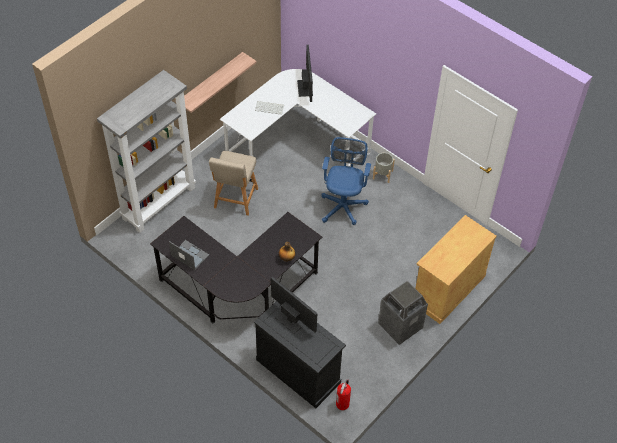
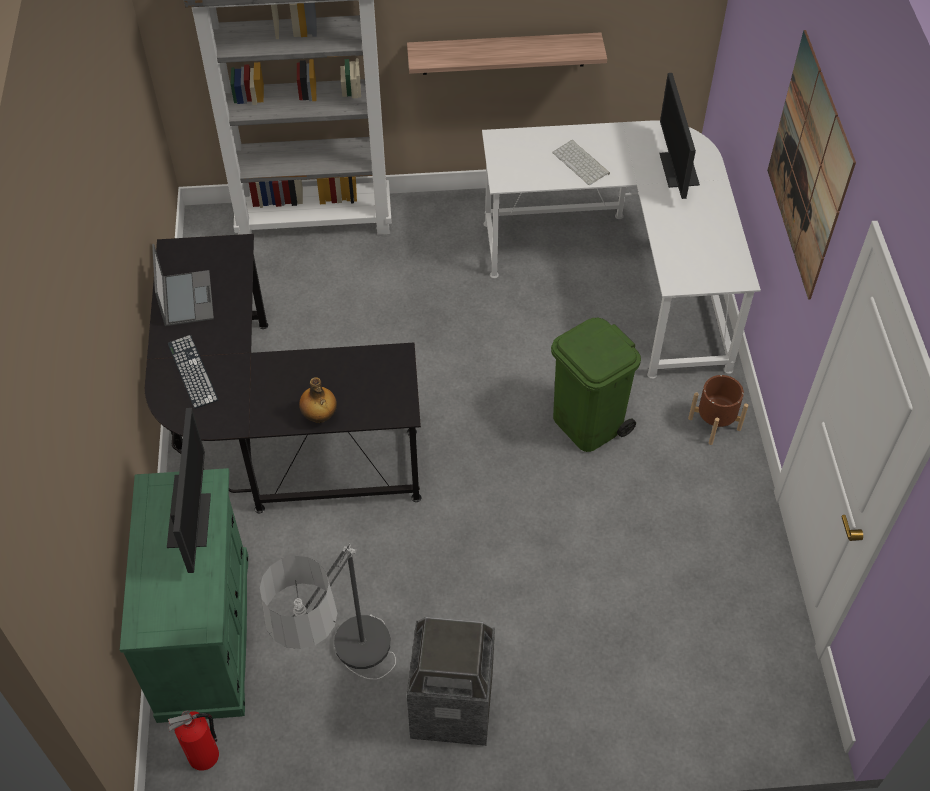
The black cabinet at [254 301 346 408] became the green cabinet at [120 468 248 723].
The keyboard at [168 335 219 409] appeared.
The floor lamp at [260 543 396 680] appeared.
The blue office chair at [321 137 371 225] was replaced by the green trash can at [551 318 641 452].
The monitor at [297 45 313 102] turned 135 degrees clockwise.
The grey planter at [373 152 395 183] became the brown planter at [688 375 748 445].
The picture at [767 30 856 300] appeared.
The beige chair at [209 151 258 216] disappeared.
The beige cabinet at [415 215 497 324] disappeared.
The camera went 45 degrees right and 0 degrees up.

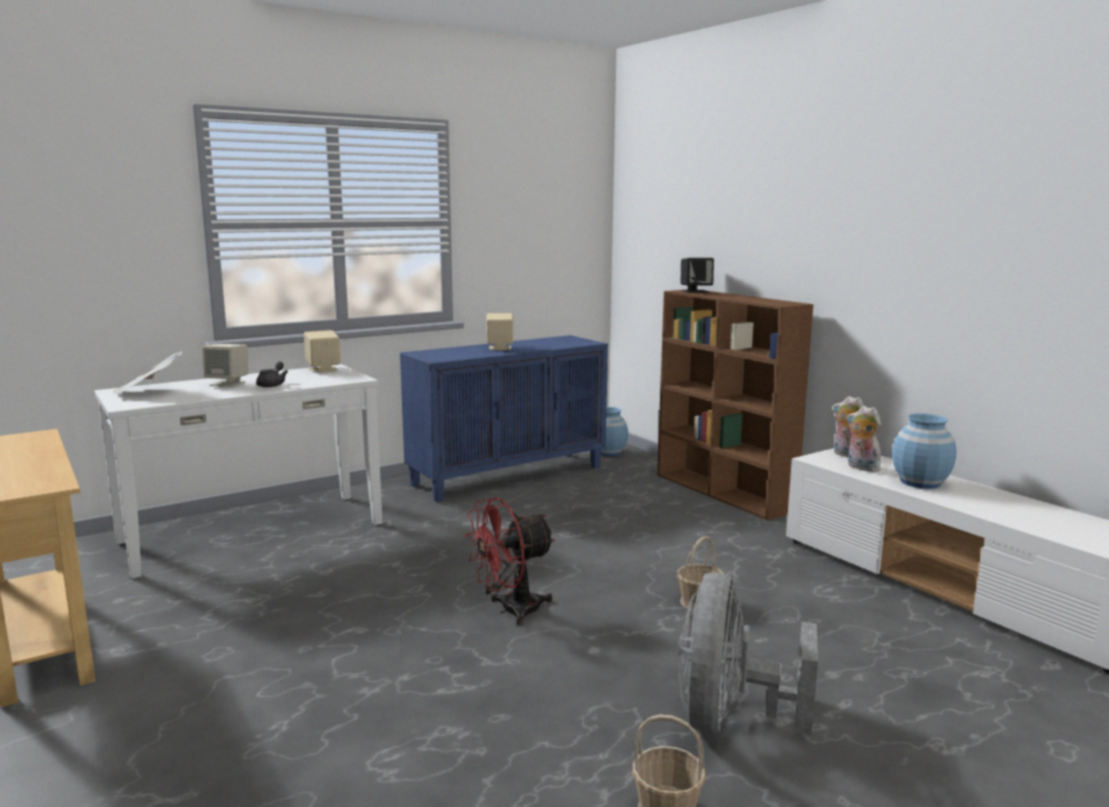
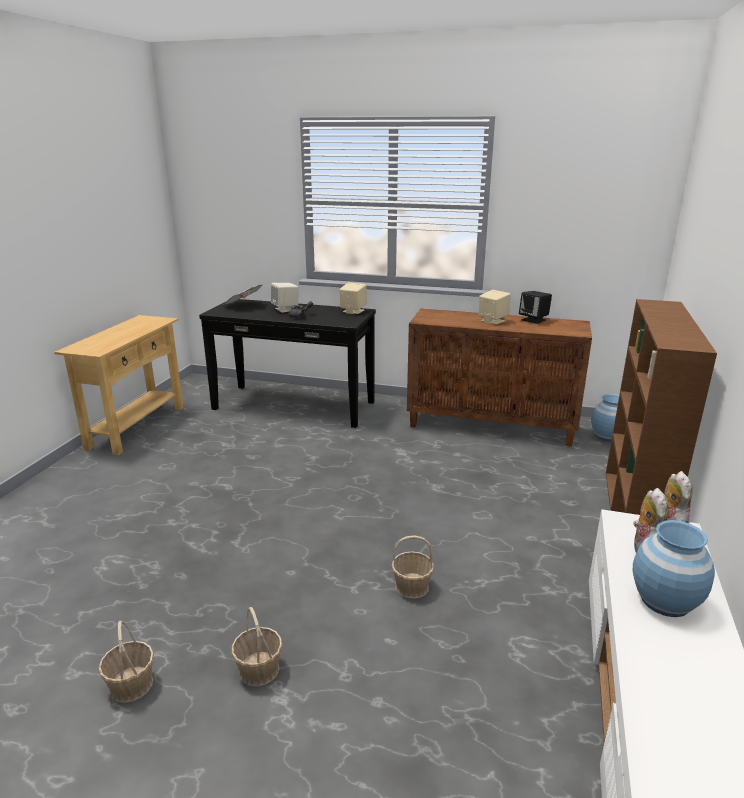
The white console table at [95 364 382 578] became the black console table at [199 299 376 428].
The grey fan at [679 573 818 735] was replaced by the basket at [231 607 282 687].
The blue cabinet at [400 335 608 503] became the brown cabinet at [407 309 592 447].
The black speaker moved from [681 258 714 293] to [519 291 552 324].
The red fan at [465 497 555 626] disappeared.
The camera went 50 degrees right and 10 degrees up.

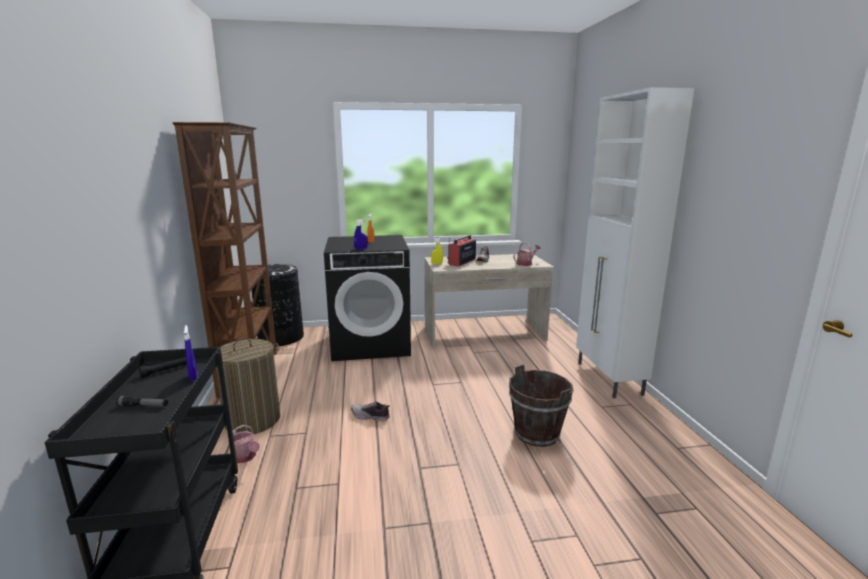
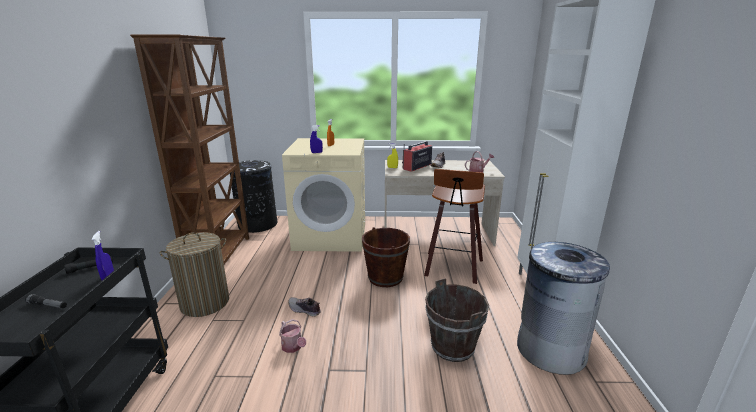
The watering can moved from [228 425 260 463] to [279 319 306 353].
The black washing machine at [324 235 411 361] became the beige washing machine at [282 138 365 252].
The brown bucket at [362 227 410 287] appeared.
The stool at [424 169 485 284] appeared.
The grey trash can at [517 242 610 375] appeared.
The camera went 10 degrees right and 5 degrees up.

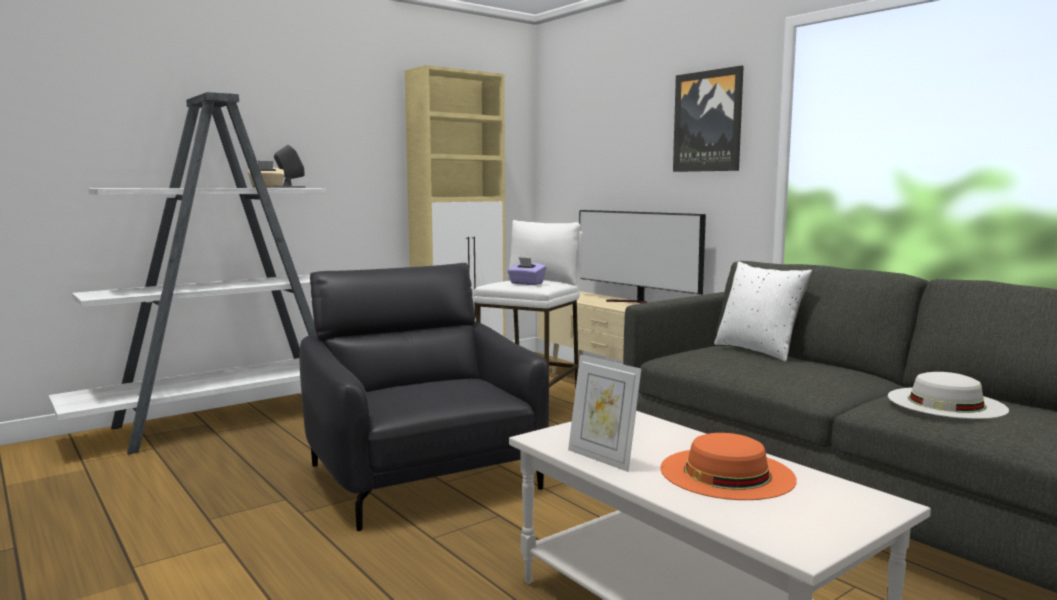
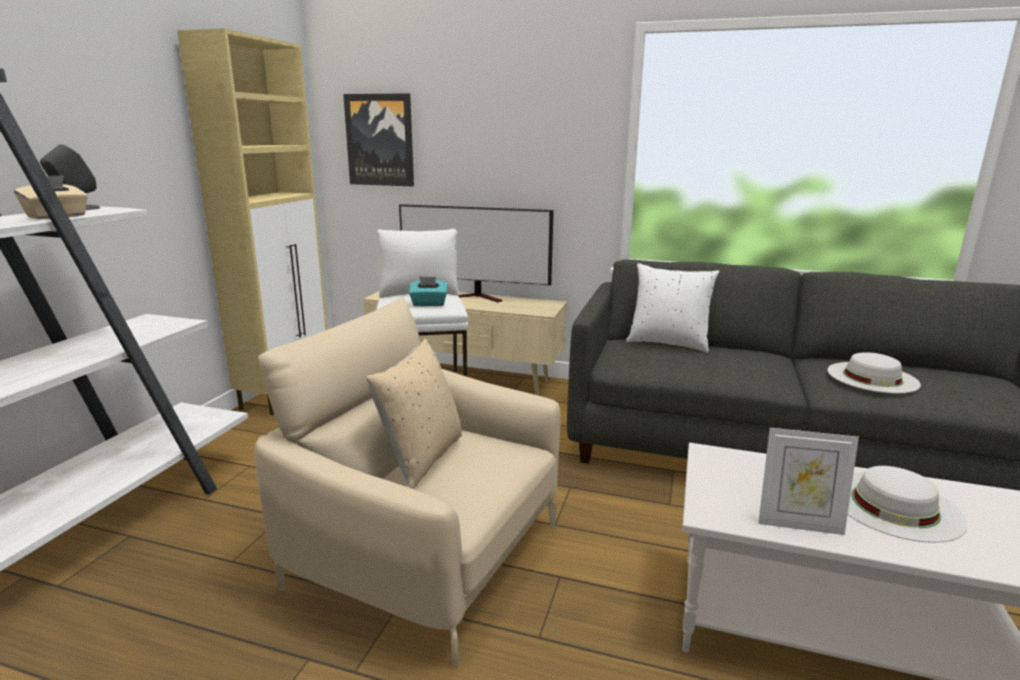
The black armchair at [299 263 549 531] became the beige armchair at [255 298 561 667].
The picture moved from [673 65 744 172] to [343 93 414 186].
The beige pillow at [366 339 462 489] appeared.
The purple tissue box at [508 257 546 285] became the turquoise tissue box at [409 276 448 306].
The orange hat at [660 433 797 500] became the white hat at [848 466 968 543].
The camera went 35 degrees left and 10 degrees up.

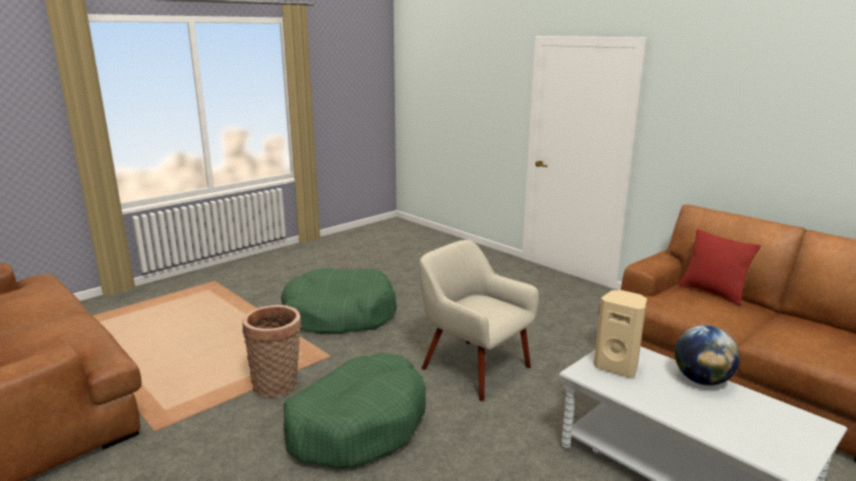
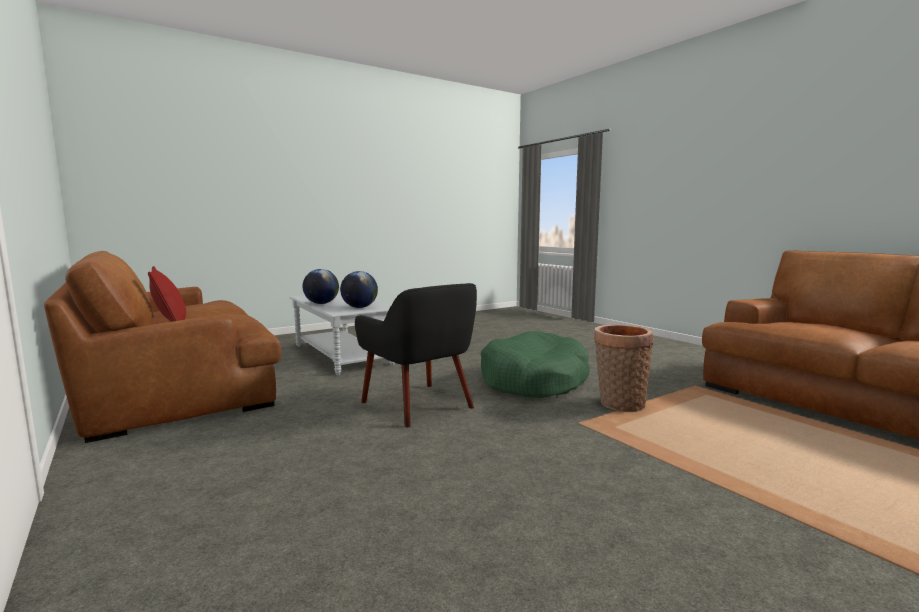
The beige speaker at [594 290 647 378] was replaced by the globe at [340 271 378 308].
The beige armchair at [419 240 539 401] became the black armchair at [355 283 477 427].
The green dog bed at [281 268 397 334] disappeared.
The camera went 170 degrees left and 10 degrees down.

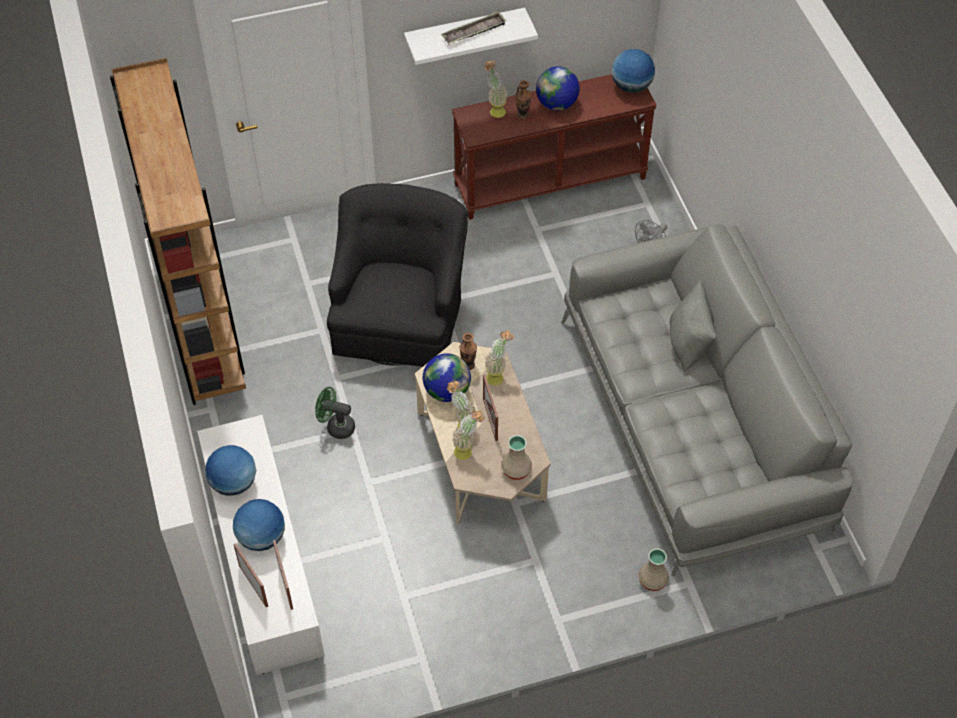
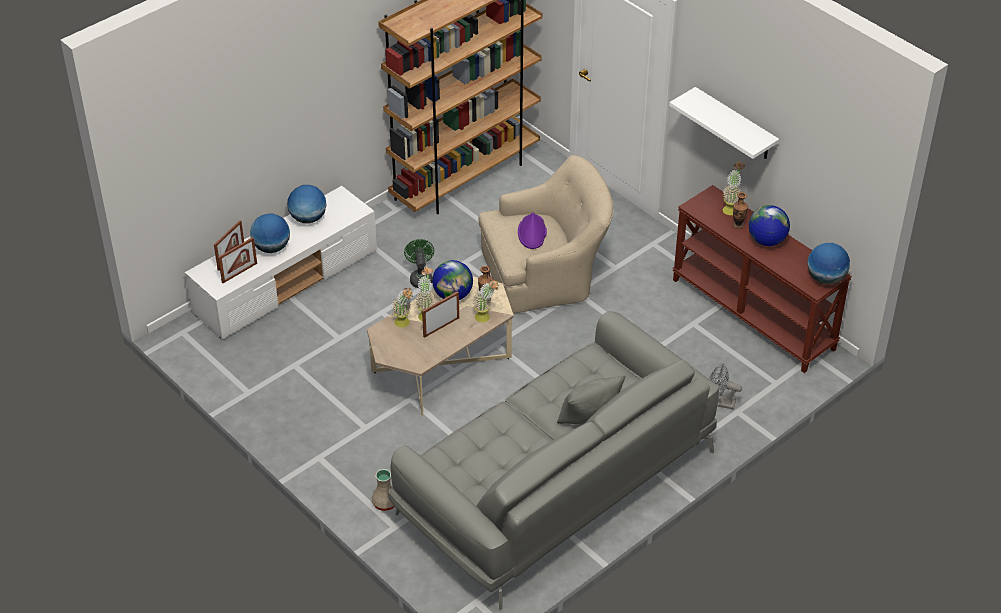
The black armchair at [327 183 468 367] became the beige armchair at [479 155 614 314].
The purple hat at [518 212 547 249] appeared.
The tray at [441 11 507 45] disappeared.
The beige vase at [501 435 532 480] disappeared.
The camera went 65 degrees right and 10 degrees down.

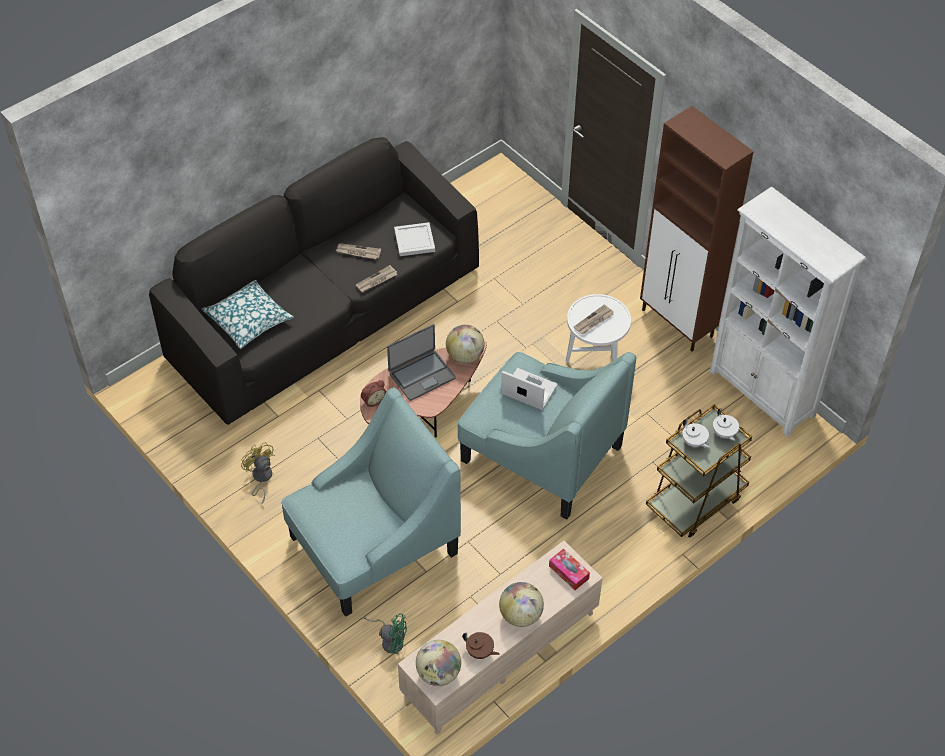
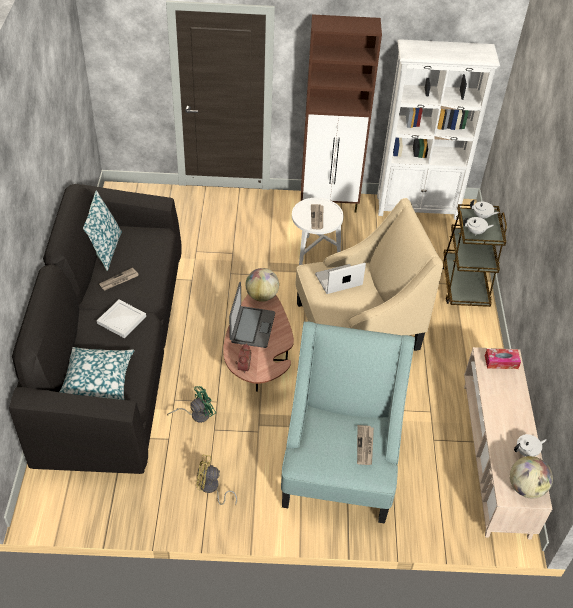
The pillow at [83 190 122 271] appeared.
The white tray moved from [394 222 435 256] to [97 300 146 338].
The green fan moved from [364 613 407 654] to [167 386 216 423].
The turquoise armchair at [458 352 636 520] became the beige armchair at [295 198 443 351].
The newspaper moved from [356 265 398 292] to [357 425 374 465].
The brown teapot at [462 632 500 659] became the white teapot at [514 434 547 457].
The globe at [499 582 544 627] disappeared.
The camera went 50 degrees left and 5 degrees down.

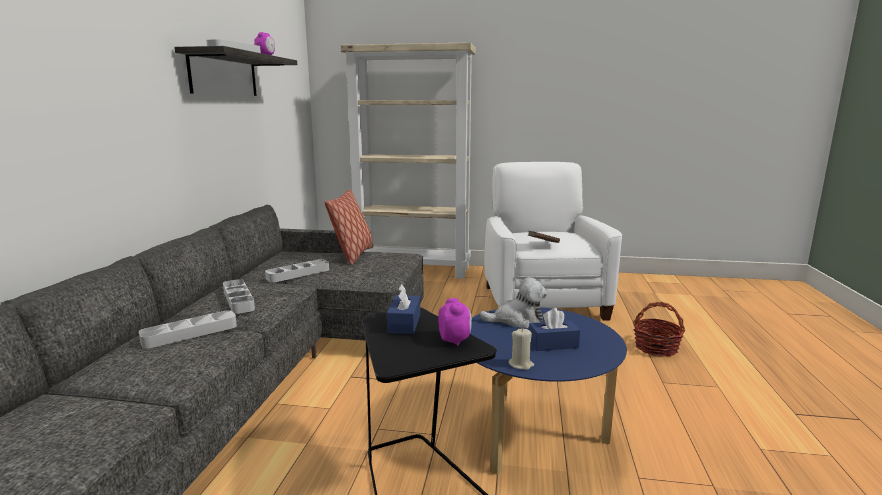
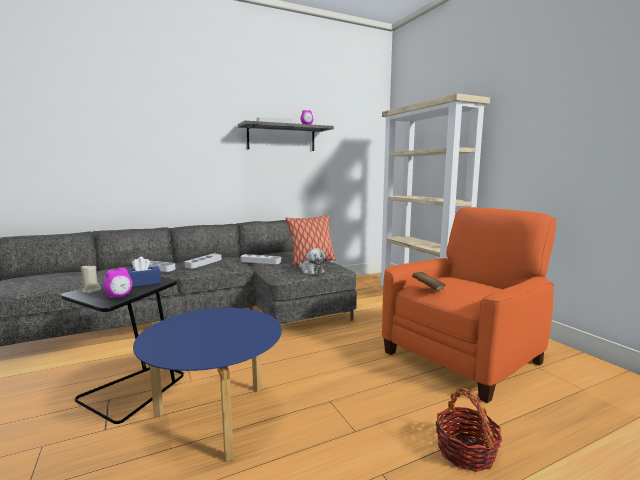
The beige candle moved from [508 328 534 370] to [81 264 101 293].
The plush toy moved from [479 277 548 329] to [299 248 325 275].
The white armchair at [484 162 622 321] became the orange armchair at [382 207 556 403].
The blue tissue box at [529 308 580 351] disappeared.
The camera went 55 degrees right and 5 degrees down.

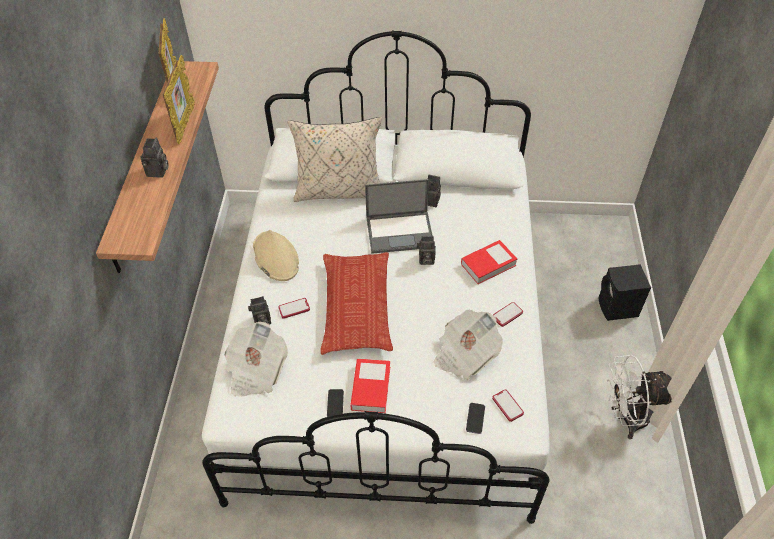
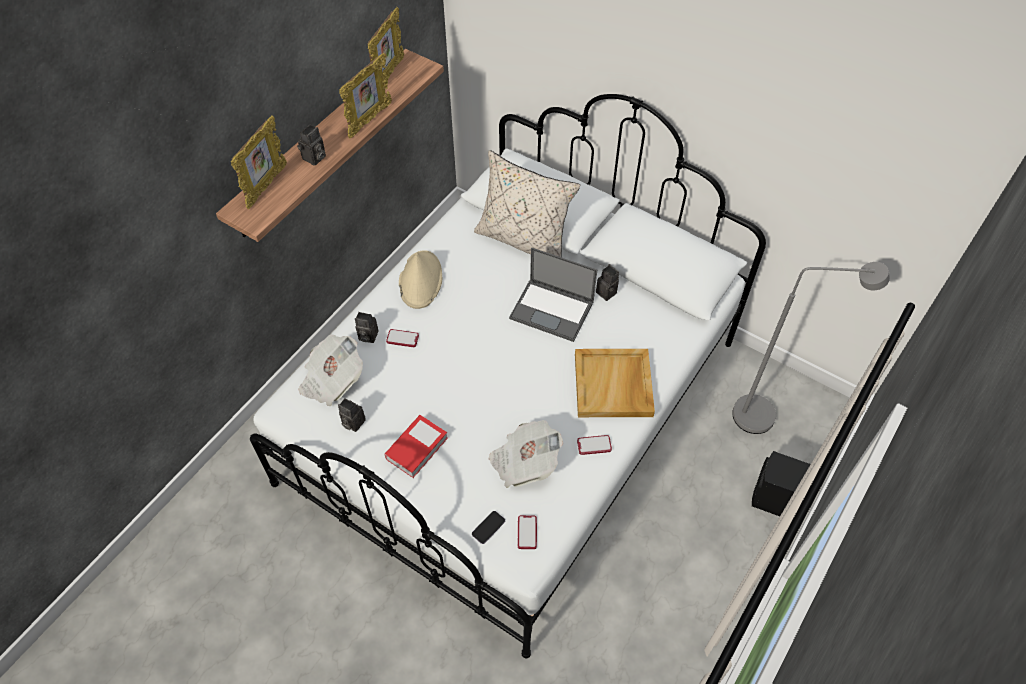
The picture frame at [231 115 287 209] appeared.
The photo camera moved from [417 236 436 265] to [338 398 366 432].
The book at [461 240 517 284] was replaced by the beige tray at [575 349 655 417].
The grey floor lamp at [732 262 890 434] appeared.
The pillow at [321 252 393 355] disappeared.
The phone at [327 389 344 417] disappeared.
The white fan at [606 355 672 439] disappeared.
The camera went 30 degrees right and 5 degrees up.

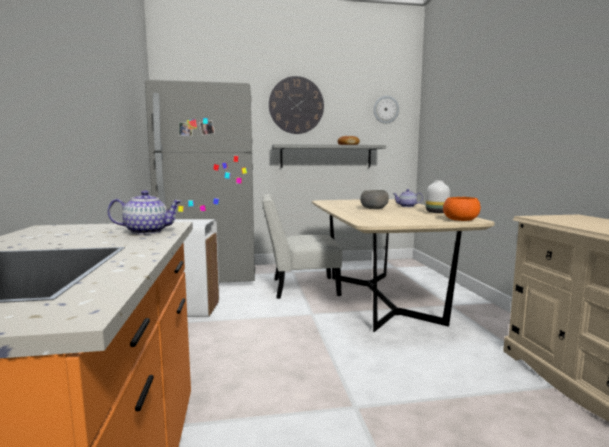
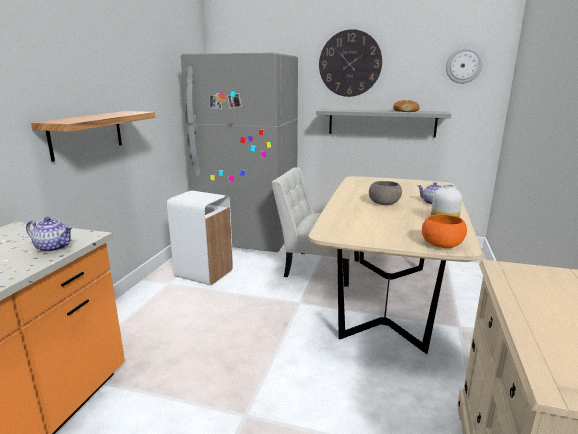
The shelf at [31 111 155 162] appeared.
The camera went 25 degrees right and 10 degrees up.

